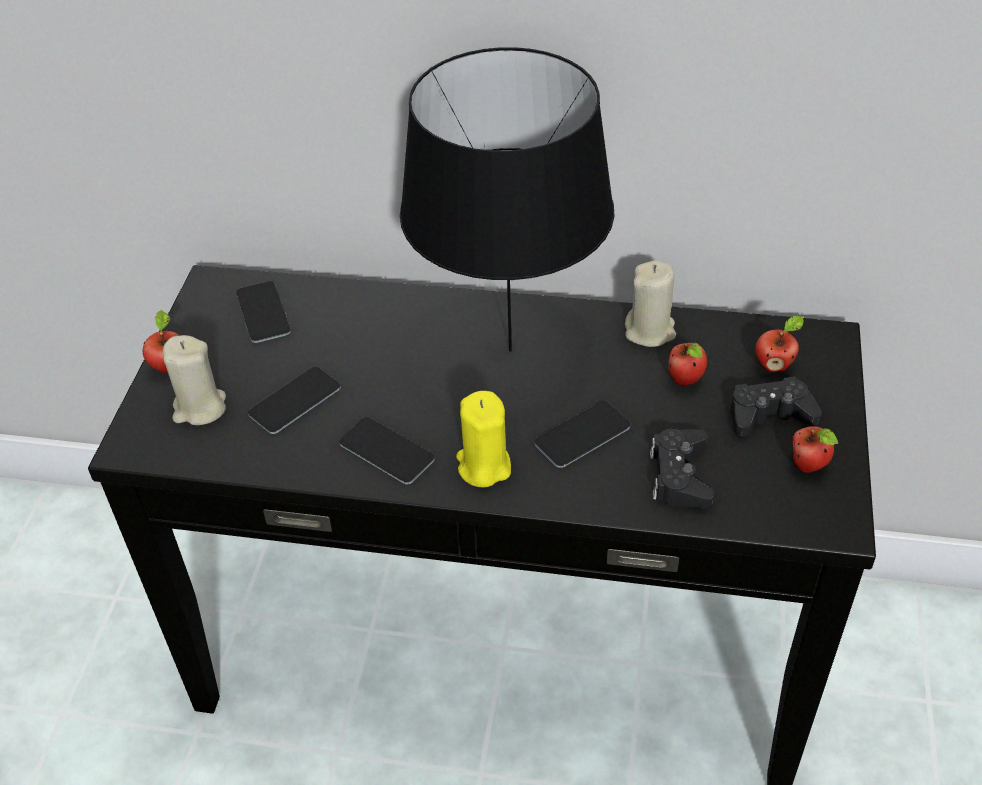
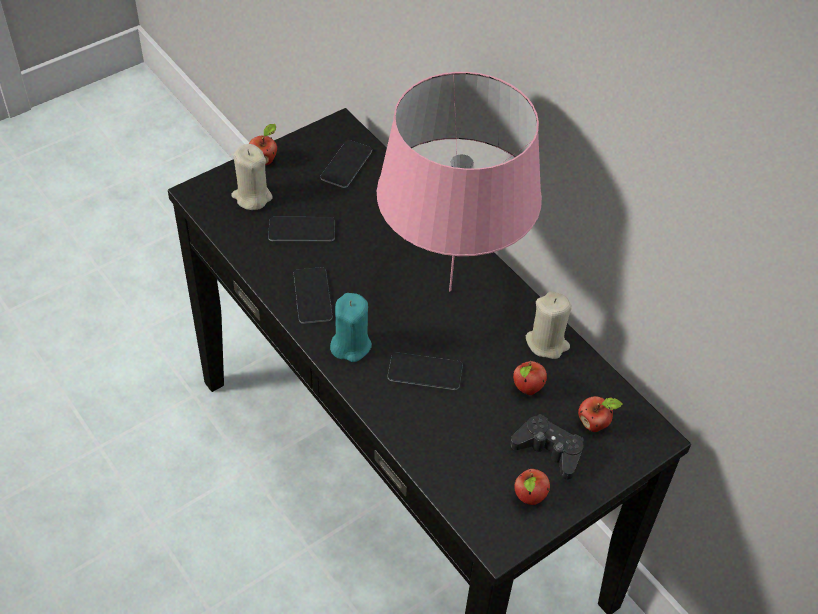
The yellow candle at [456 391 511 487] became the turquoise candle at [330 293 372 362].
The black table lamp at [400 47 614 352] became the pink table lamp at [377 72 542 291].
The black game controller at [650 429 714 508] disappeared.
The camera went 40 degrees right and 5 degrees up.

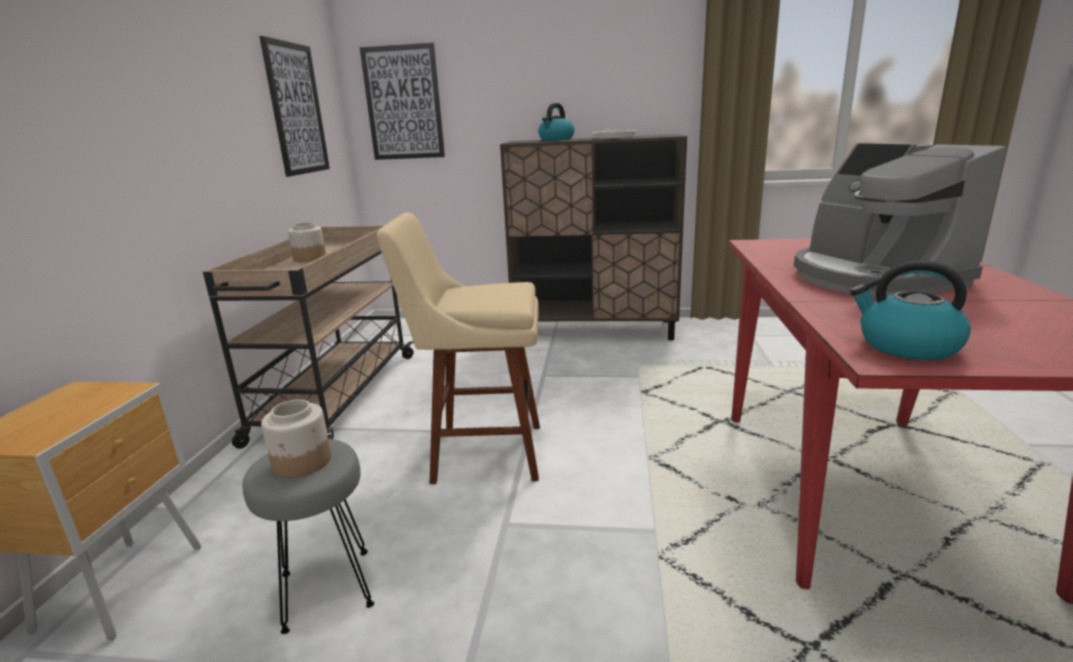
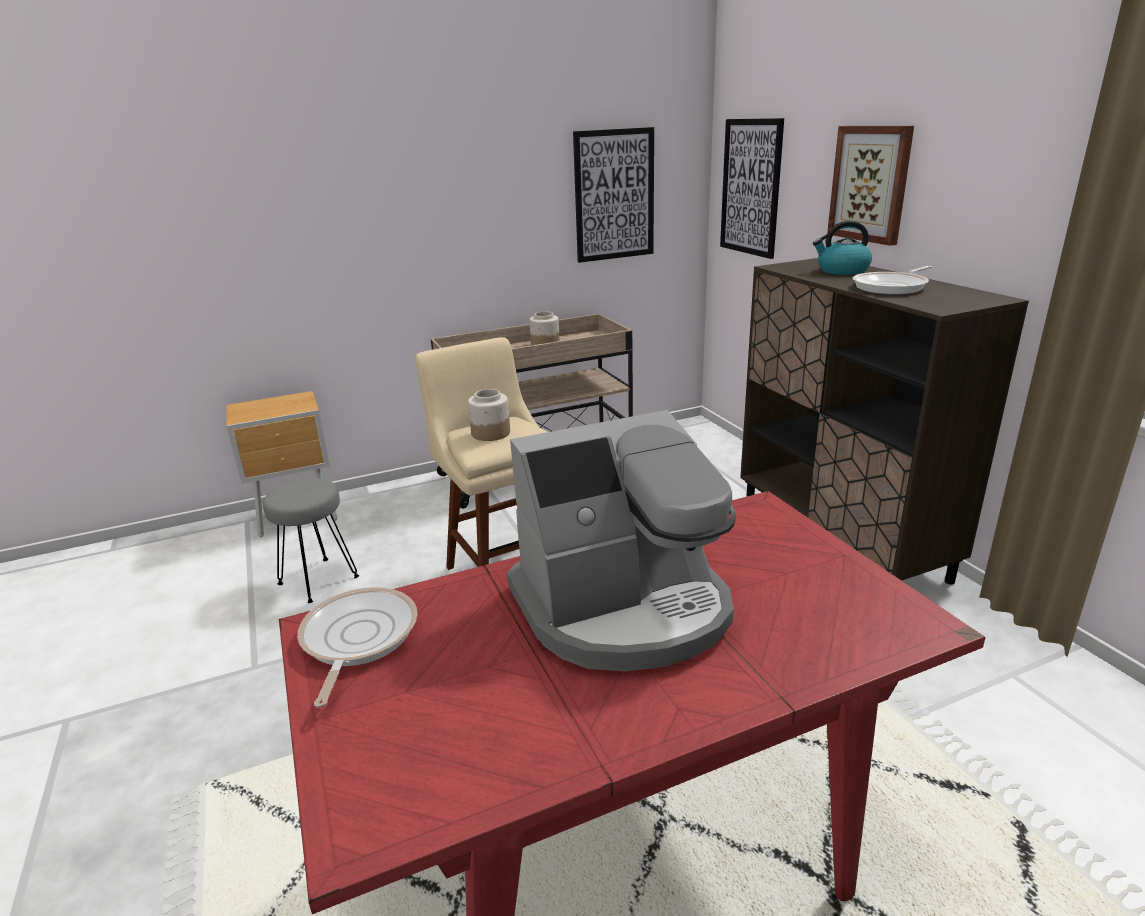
The kettle at [850 260 971 360] was replaced by the frying pan at [297 587 417 708].
The jar moved from [261 400 331 478] to [468 389 510 441].
The coffee machine at [794 143 1006 297] turned 150 degrees counterclockwise.
The picture at [827 126 914 246] appeared.
The camera went 60 degrees right and 5 degrees up.

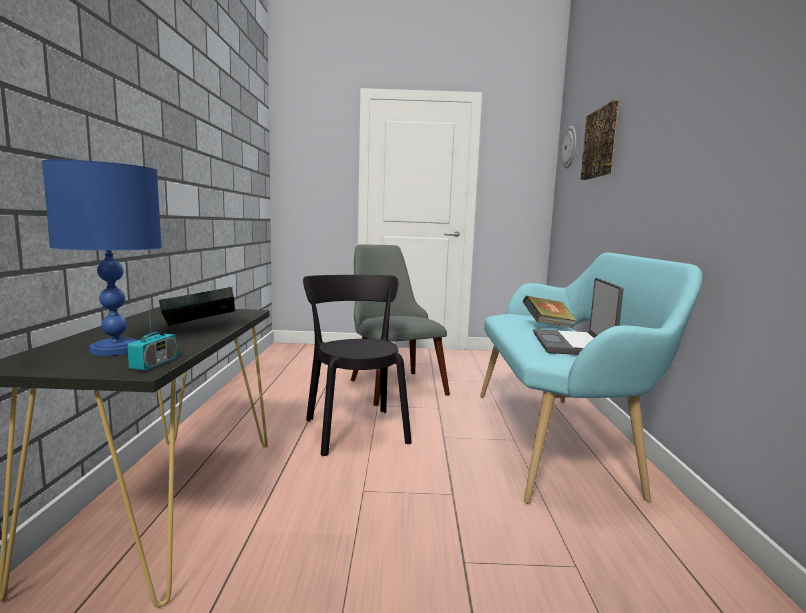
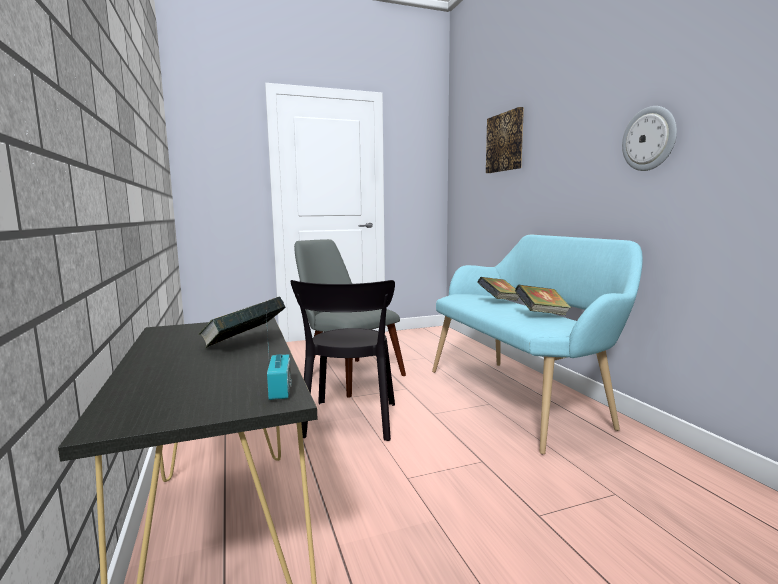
The black chair at [303 275 412 456] turned 135 degrees counterclockwise.
The laptop at [533 278 623 355] was replaced by the book at [515 285 571 315].
The wall clock moved from [562 126 577 168] to [622 106 677 171].
The blue table lamp at [42 159 162 356] disappeared.
The camera went 20 degrees left and 0 degrees up.

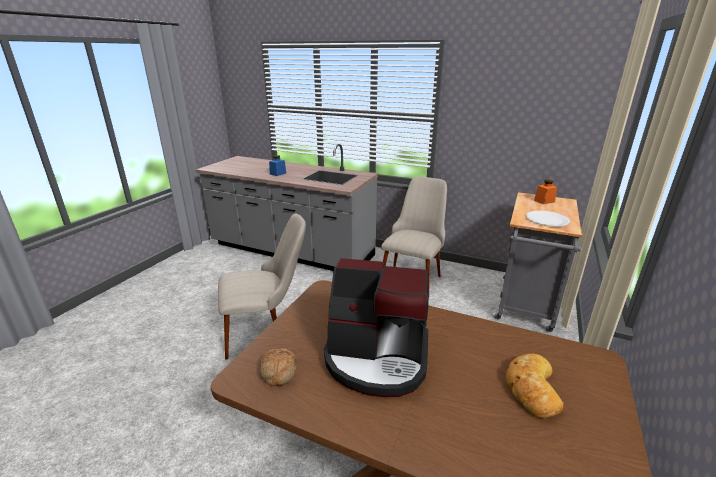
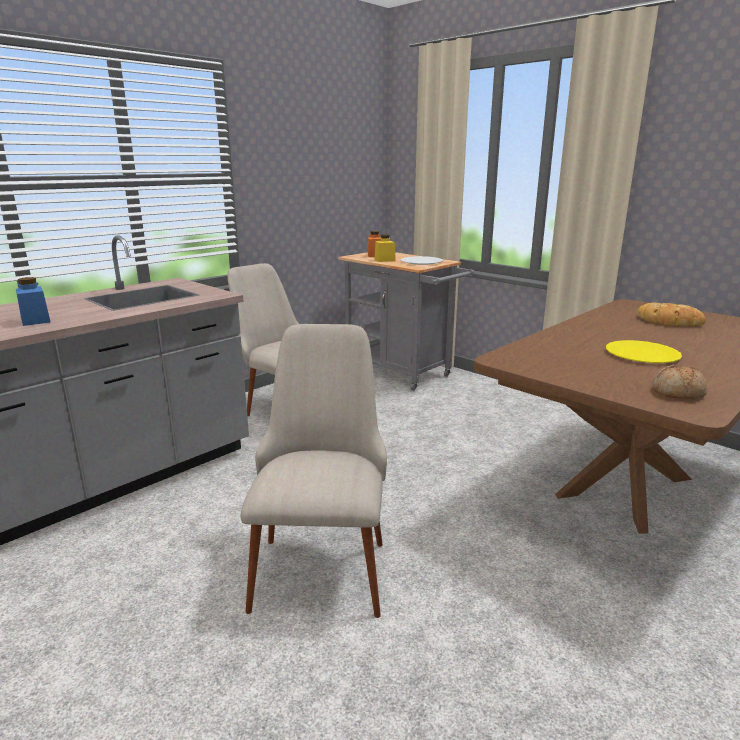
The yellow jar at [375 235 396 262] appeared.
The coffee machine at [324 258 429 397] was replaced by the yellow plate at [606 340 682 363].
The camera went 70 degrees left and 5 degrees down.

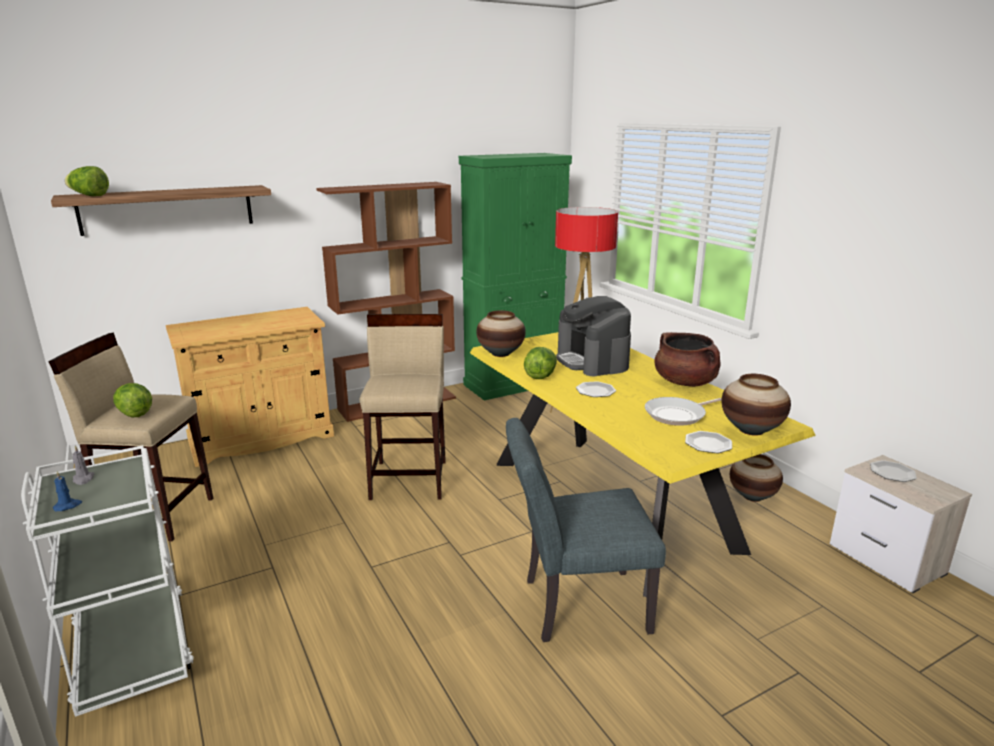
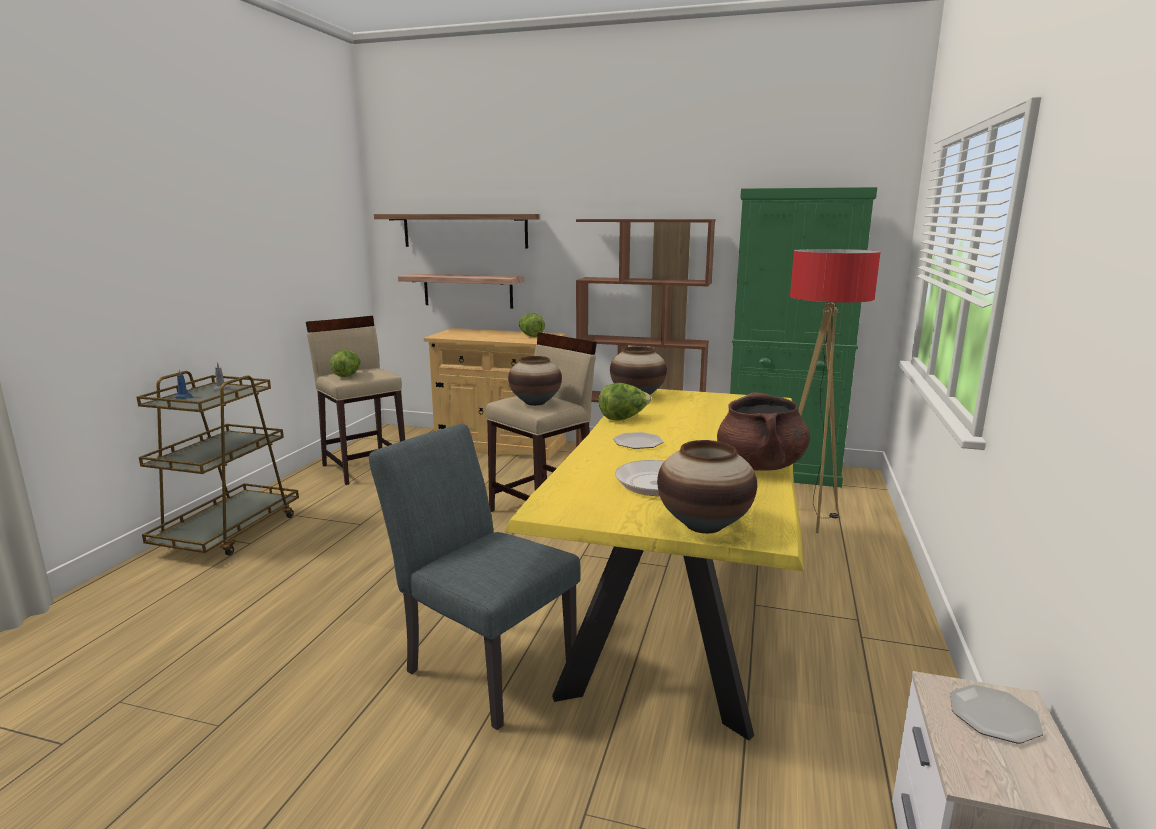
The white cart at [21 445 194 717] became the brown cart at [137 371 299 556].
The shelf at [398 273 524 309] appeared.
The vase moved from [730 454 783 502] to [508 356 562 406].
The lettuce moved from [65 166 109 196] to [519 314 545 337].
The coffee machine at [556 296 631 376] disappeared.
The plate at [685 431 732 453] disappeared.
The camera went 45 degrees right and 5 degrees down.

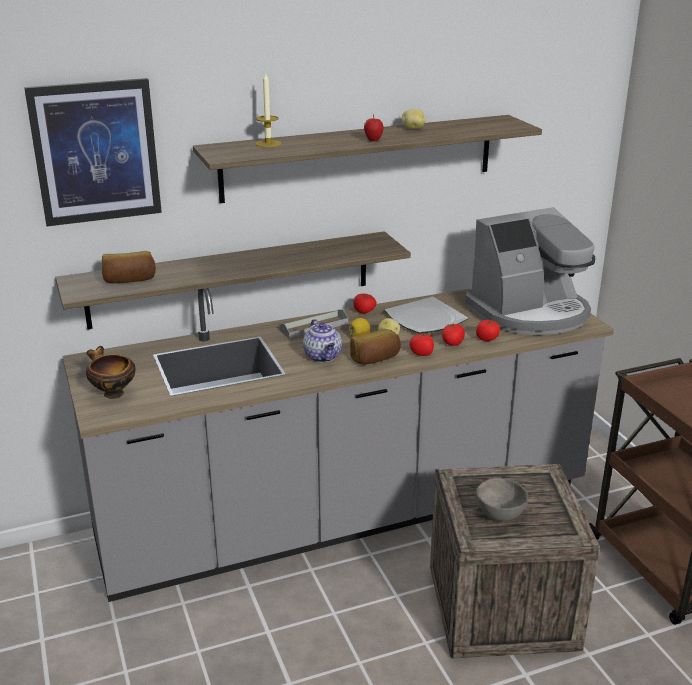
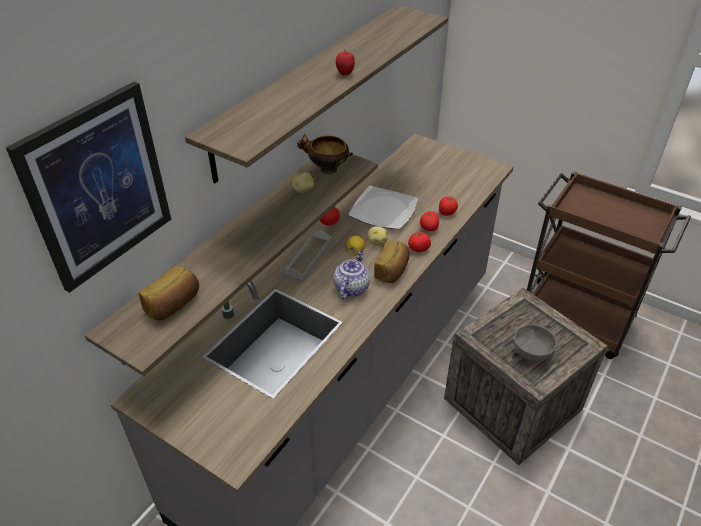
The potato moved from [402 109 426 129] to [291 172 314 193].
The bowl moved from [86 346 135 399] to [297 134 353 174].
The teapot at [303 319 342 362] turned 105 degrees counterclockwise.
The candle at [255 72 281 147] disappeared.
The coffee machine at [465 207 595 335] disappeared.
The camera went 35 degrees left and 15 degrees up.

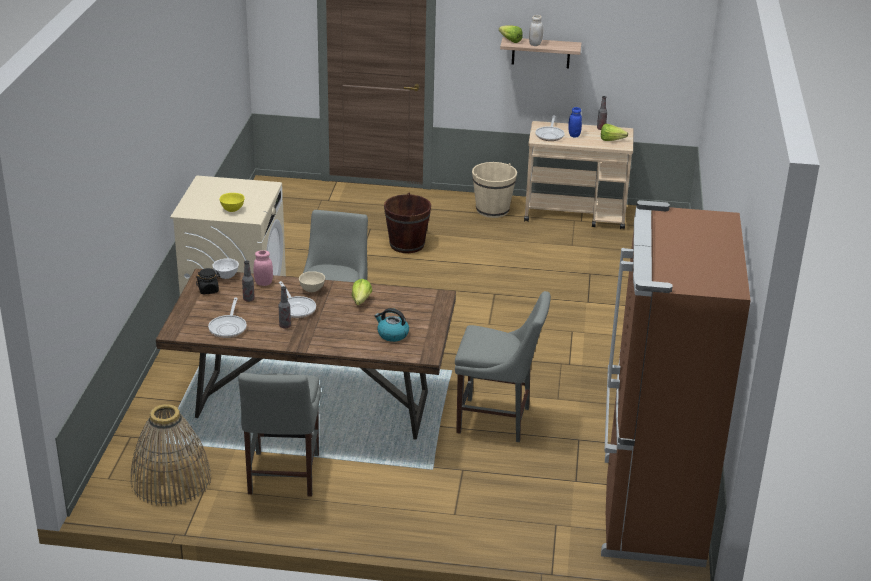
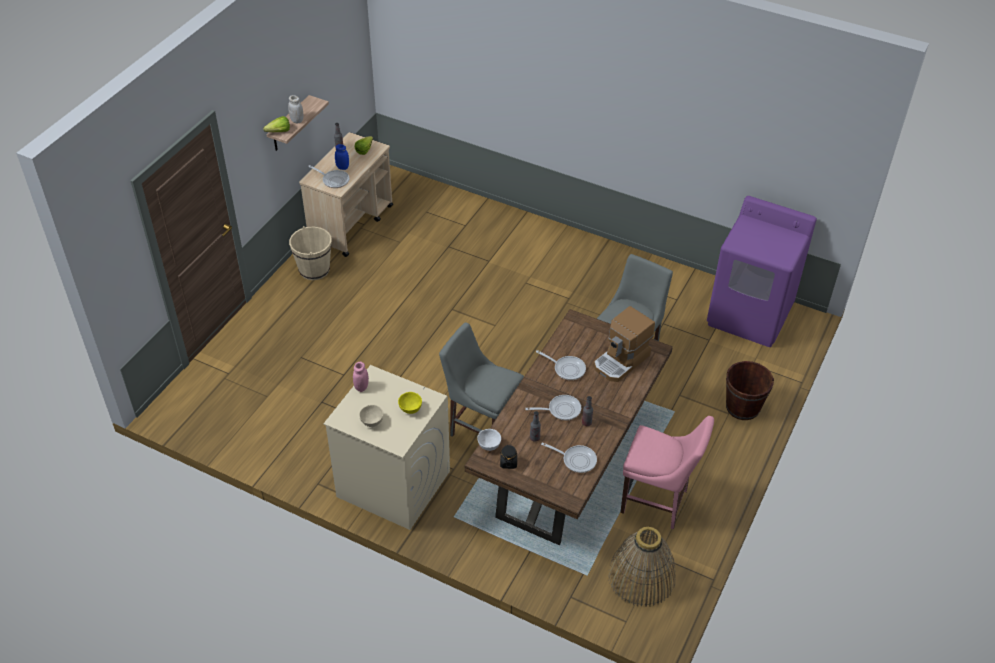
The pink jar moved from [254 250 273 286] to [353 362 369 392].
The beige bowl moved from [299 271 325 292] to [359 405 383 427].
The lettuce at [352 279 372 305] was replaced by the frying pan at [536 350 586 380].
The kettle at [375 308 409 342] was replaced by the coffee machine at [594 306 655 382].
The grey chair at [238 373 321 497] became the pink chair at [620 416 714 529].
The brown fridge at [601 200 751 567] was replaced by the purple washing machine at [707 196 817 347].
The brown bucket moved from [384 193 431 253] to [726 361 774 420].
The camera went 70 degrees left and 15 degrees up.

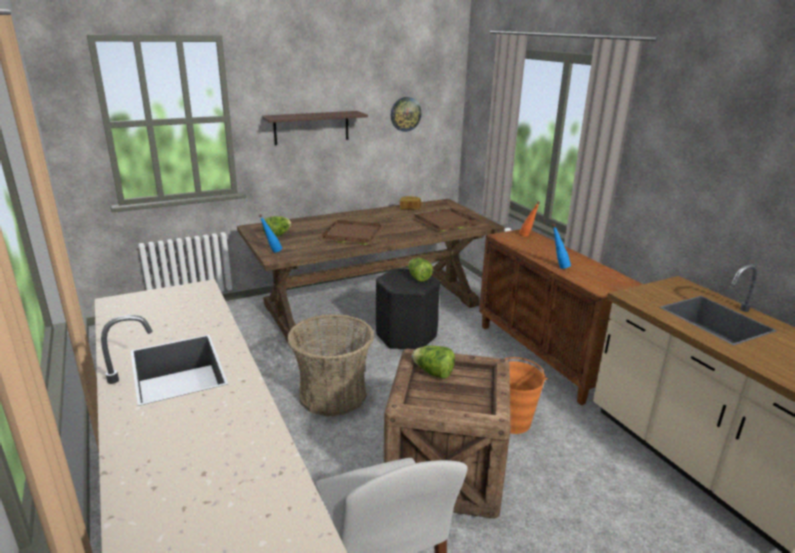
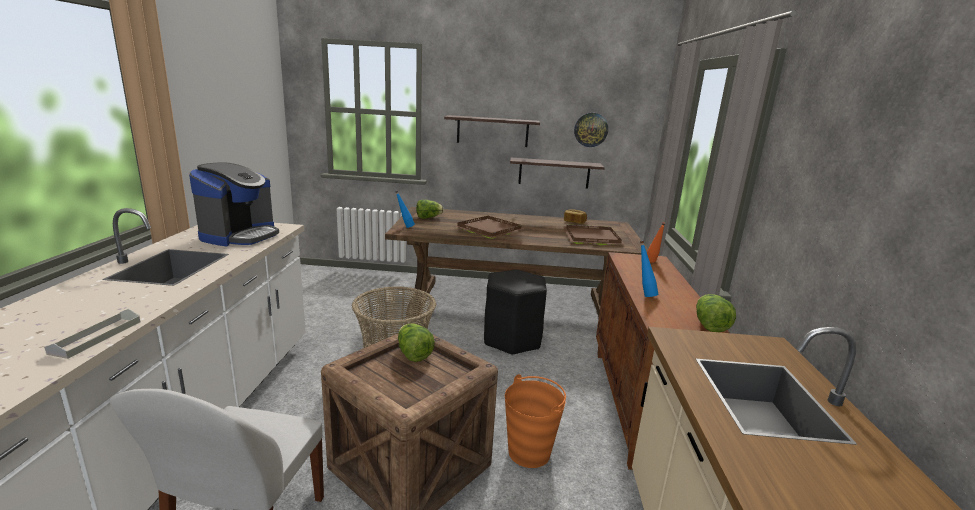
The grey tray at [44 309 140 359] appeared.
The coffee machine at [189 163 279 246] appeared.
The shelf at [510 158 605 189] appeared.
The lettuce moved from [408 258 433 282] to [696 294 736 332].
The camera went 30 degrees right and 5 degrees down.

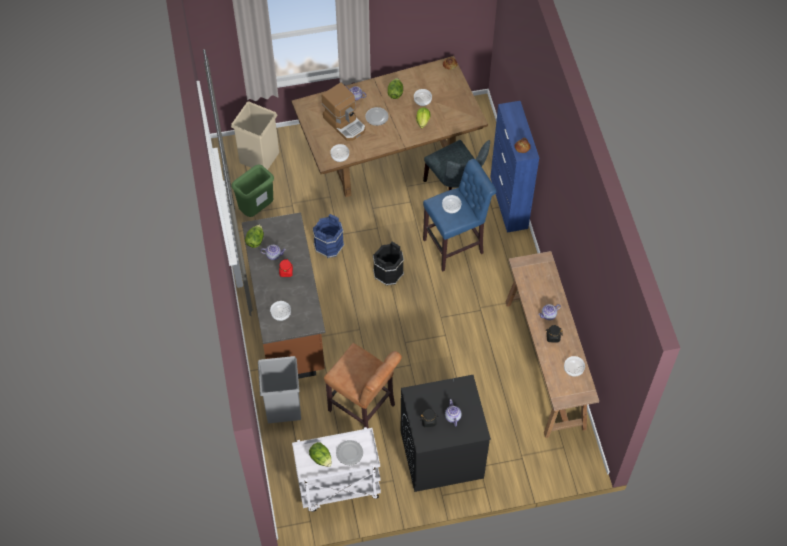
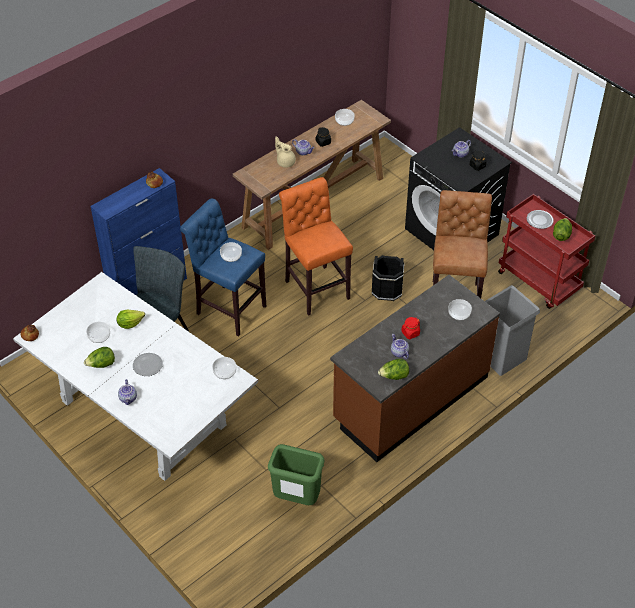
The brown dining table at [291 56 488 197] became the white dining table at [13 272 258 481].
The beige teapot at [275 136 296 168] appeared.
The orange stool at [279 177 353 316] appeared.
The black bucket moved from [373 242 404 285] to [372 255 404 301].
The white cart at [292 427 381 512] became the red cart at [498 194 595 309].
The beige trash can at [231 101 279 170] disappeared.
The blue bucket at [312 214 344 258] disappeared.
The coffee machine at [322 83 366 141] disappeared.
The camera went 120 degrees left and 10 degrees down.

